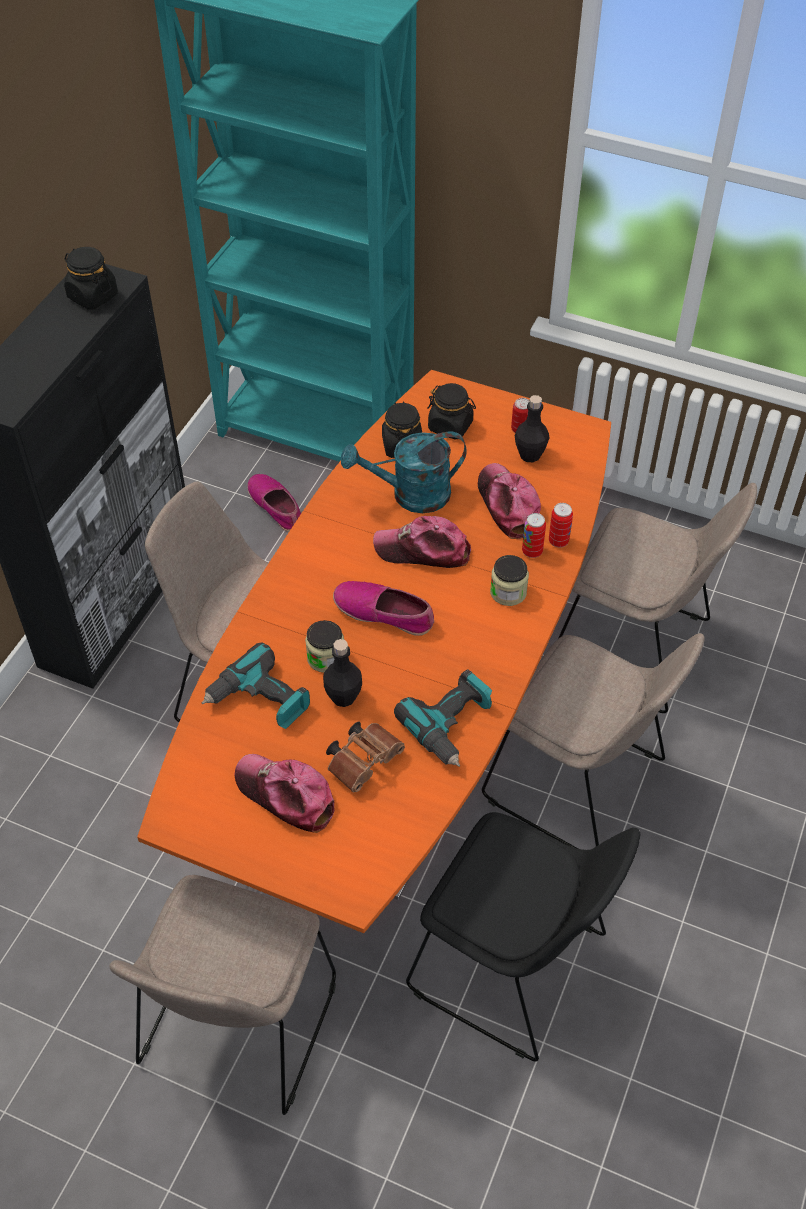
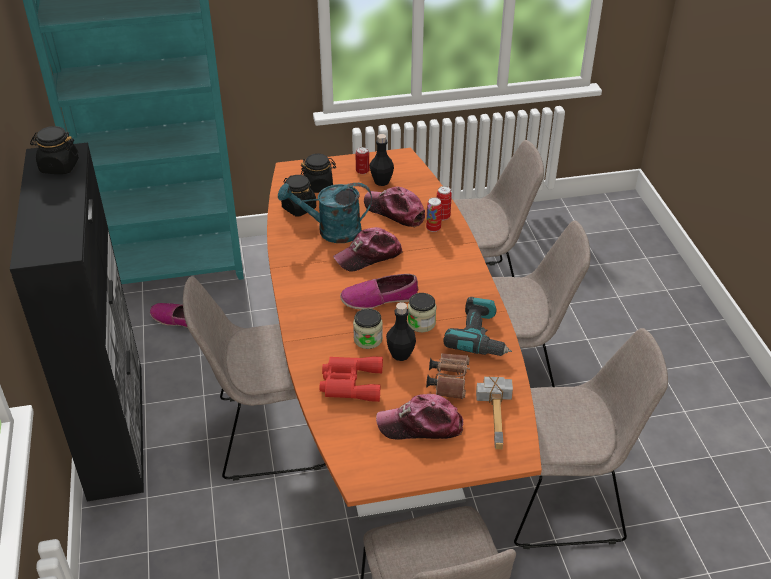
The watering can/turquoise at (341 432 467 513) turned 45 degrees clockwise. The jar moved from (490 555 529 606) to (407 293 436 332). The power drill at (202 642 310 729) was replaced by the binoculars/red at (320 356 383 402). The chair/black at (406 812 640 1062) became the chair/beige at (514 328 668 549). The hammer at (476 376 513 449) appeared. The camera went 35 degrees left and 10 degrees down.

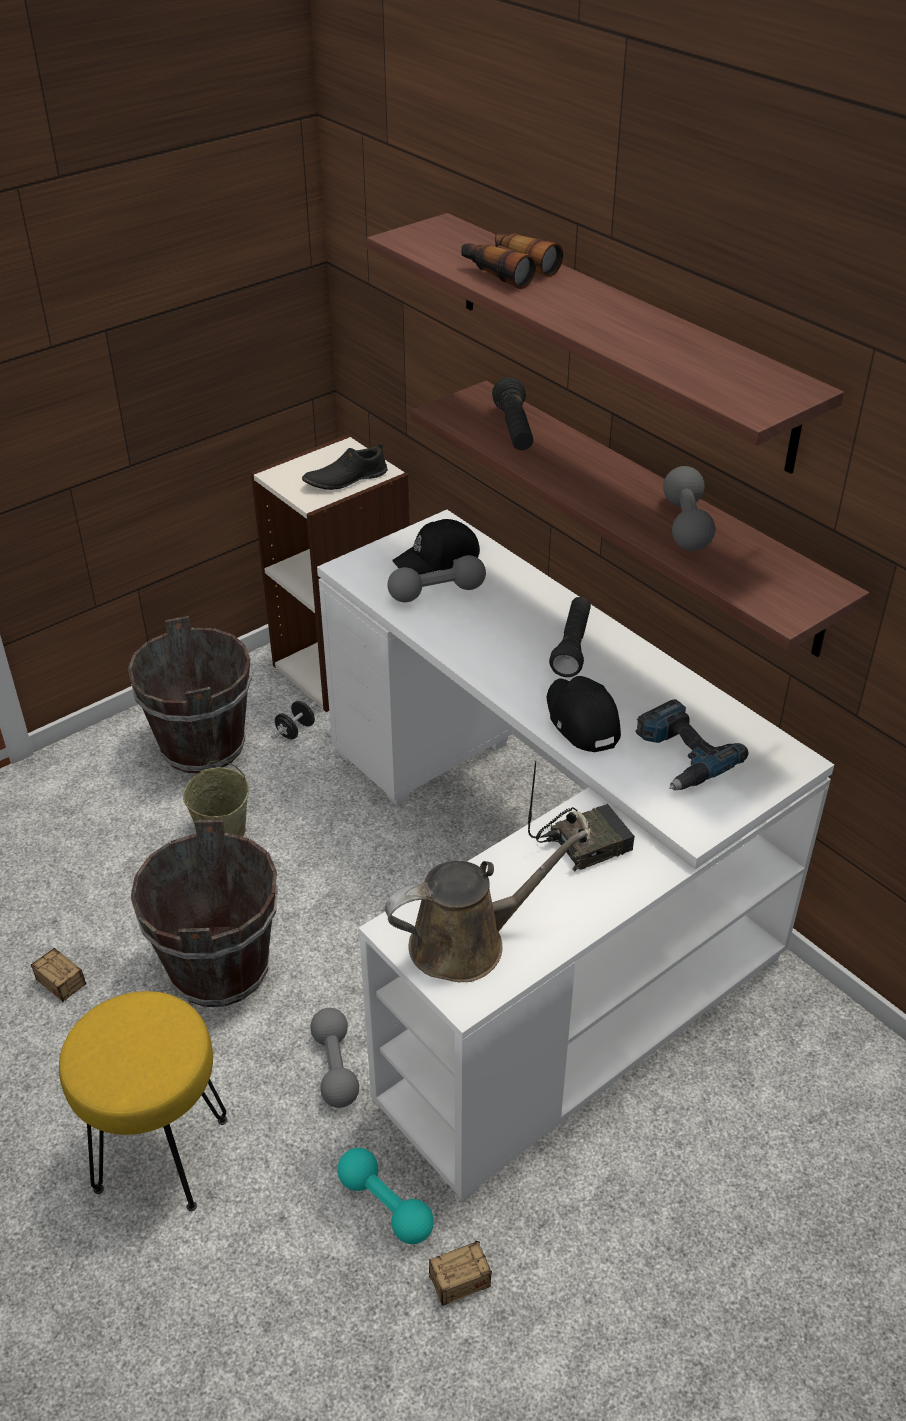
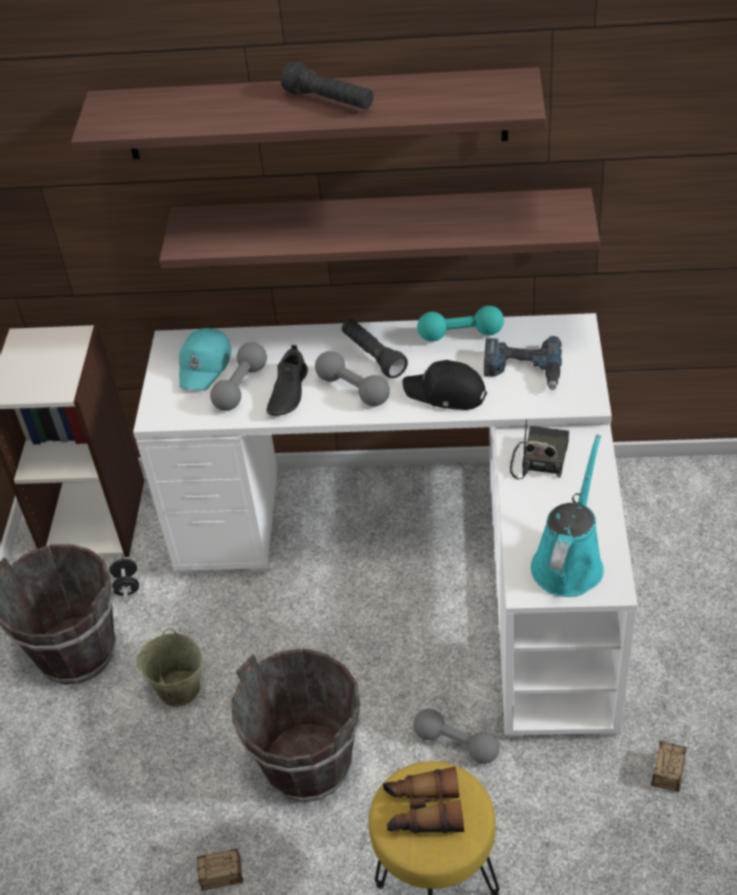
The binoculars moved from (461 232 563 289) to (383 766 464 833). The flashlight/black moved from (492 377 533 450) to (281 61 374 109). The shoe/black moved from (302 442 388 490) to (267 345 308 416). The dumbbell/grey moved from (663 466 715 551) to (315 351 390 406). The cap/black at (392 519 480 575) became the cap/turquoise at (179 328 232 391). The watering can/brown at (385 830 588 982) became the watering can/turquoise at (531 435 604 597). The dumbbell/turquoise moved from (337 1148 434 1244) to (417 306 504 342). The camera went 45 degrees left and 5 degrees up.

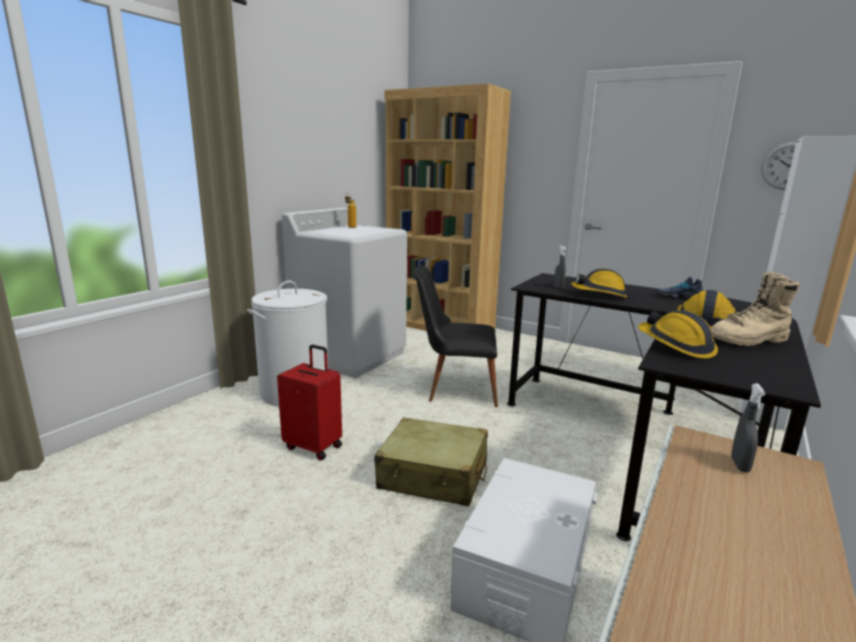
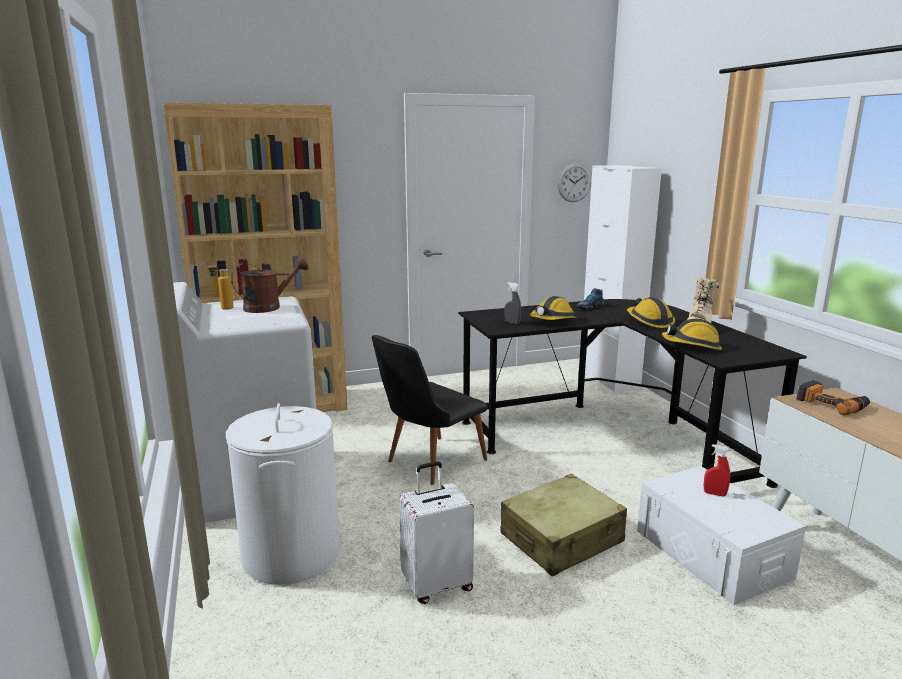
The suitcase/red at (277 344 342 461) became the suitcase/white at (399 461 474 604). The spray bottle/grey at (731 383 766 472) was replaced by the power drill at (796 380 870 415). The watering can/brown at (231 257 309 313) appeared. The spray bottle/red at (704 444 730 497) appeared. The camera went 50 degrees left and 0 degrees up.

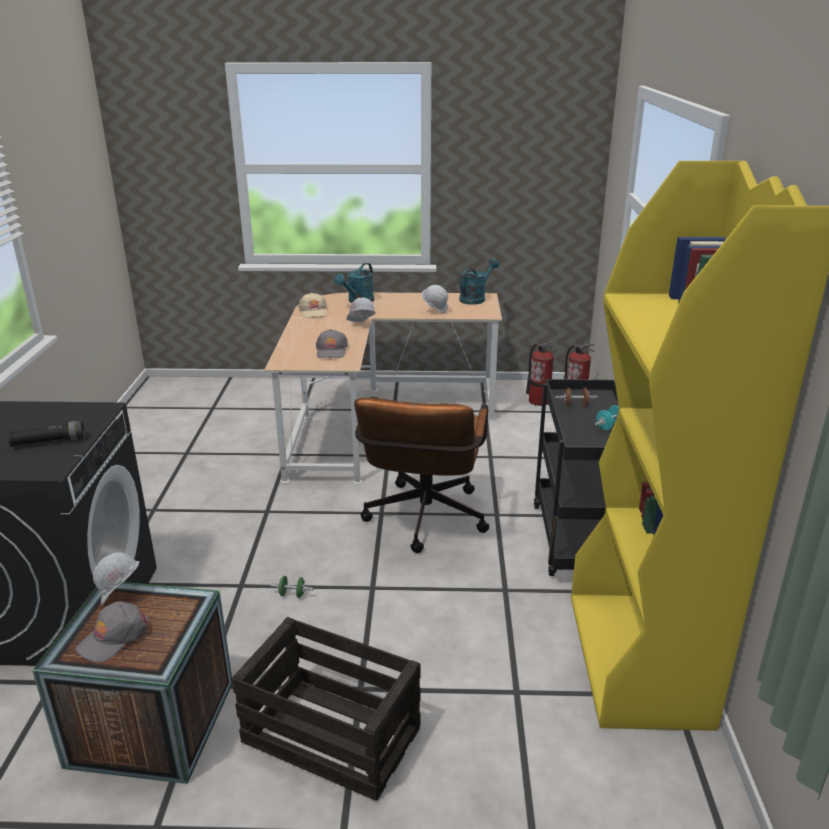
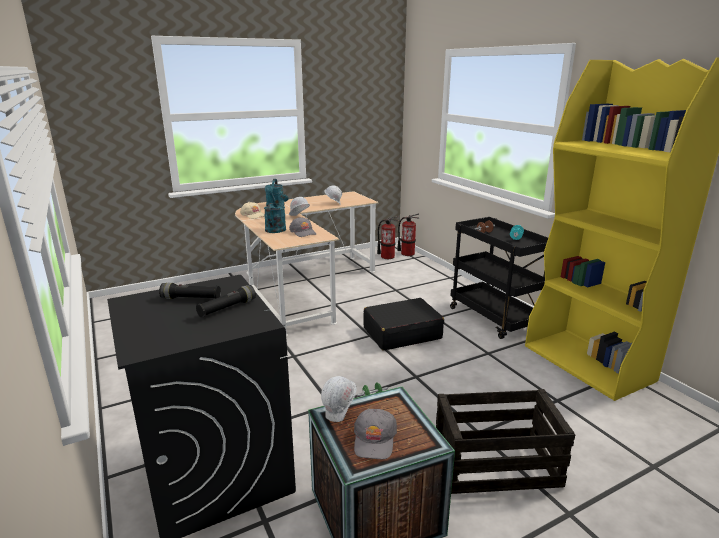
The watering can/turquoise moved from (459 259 499 305) to (264 194 289 233). The office chair/brown at (354 397 489 553) was replaced by the suitcase/black at (363 298 444 351). The flashlight/black at (159 283 221 299) appeared. The camera went 30 degrees left and 5 degrees down.

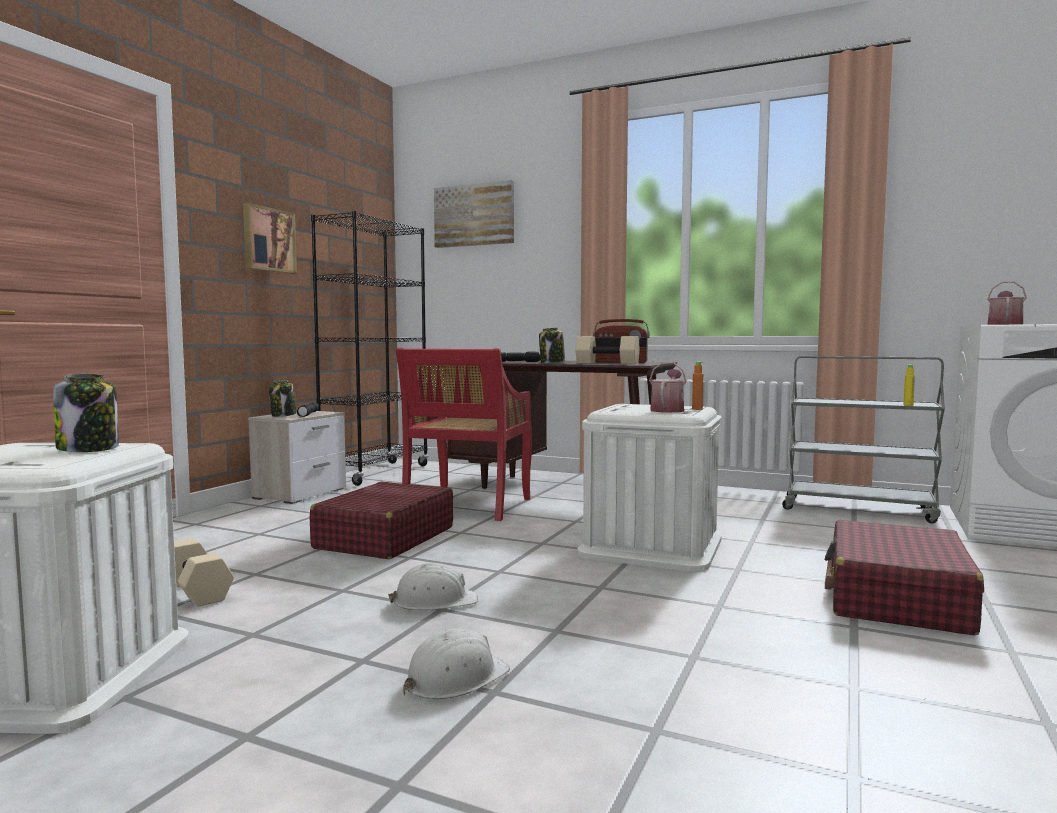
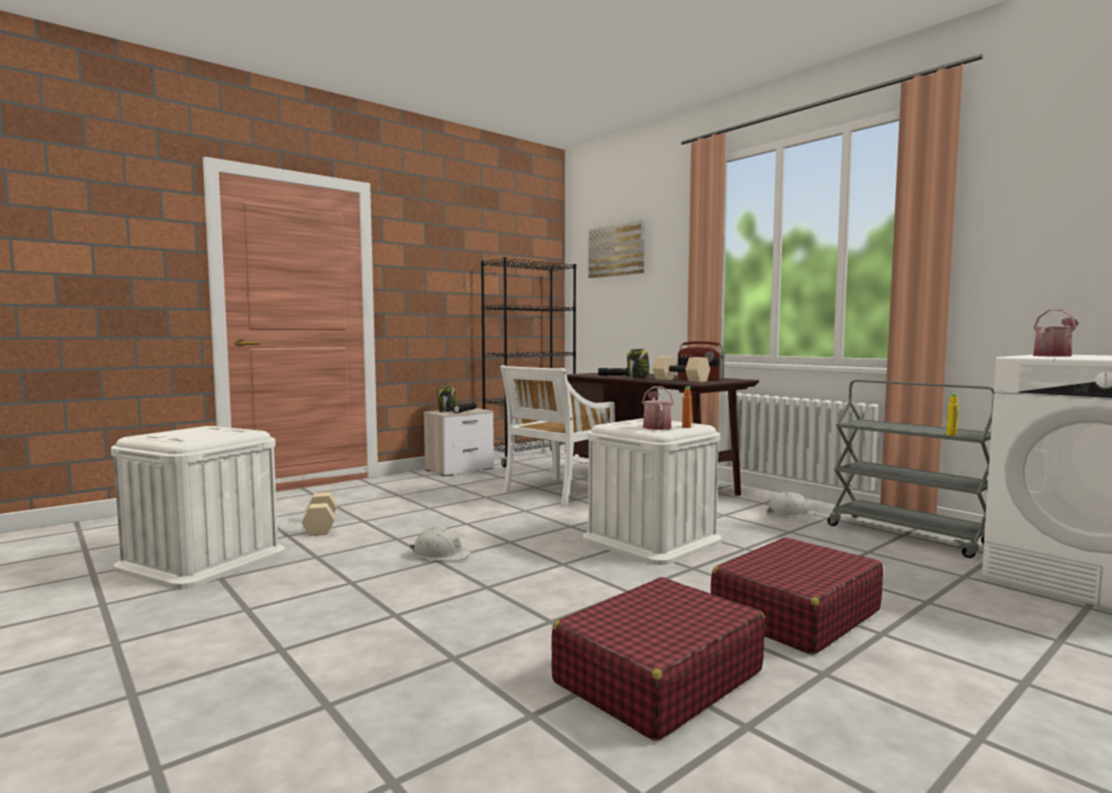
The picture at (243 203 297 274) disappeared. The chair/red at (395 348 532 521) became the chair/white at (500 365 615 506). The watering can at (649 362 687 413) turned 45 degrees counterclockwise. The jar at (53 374 119 452) disappeared. The suitcase/red moved from (310 481 453 559) to (551 577 765 741). The hard hat/white moved from (403 629 510 699) to (767 492 817 518). The camera went 25 degrees right and 0 degrees up.

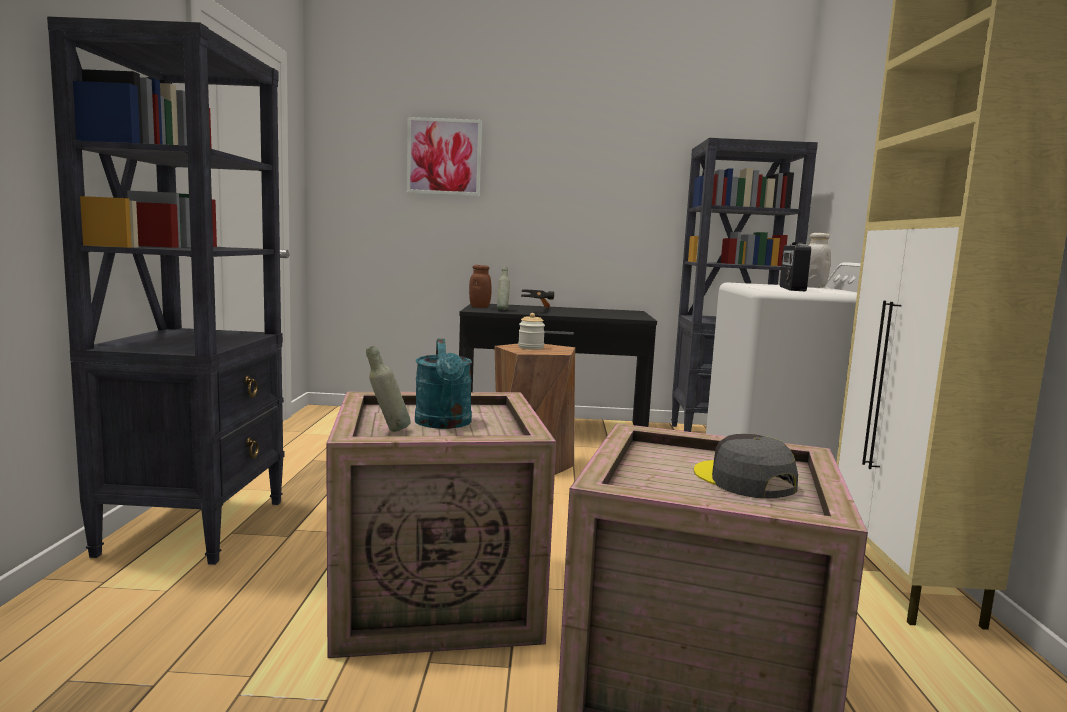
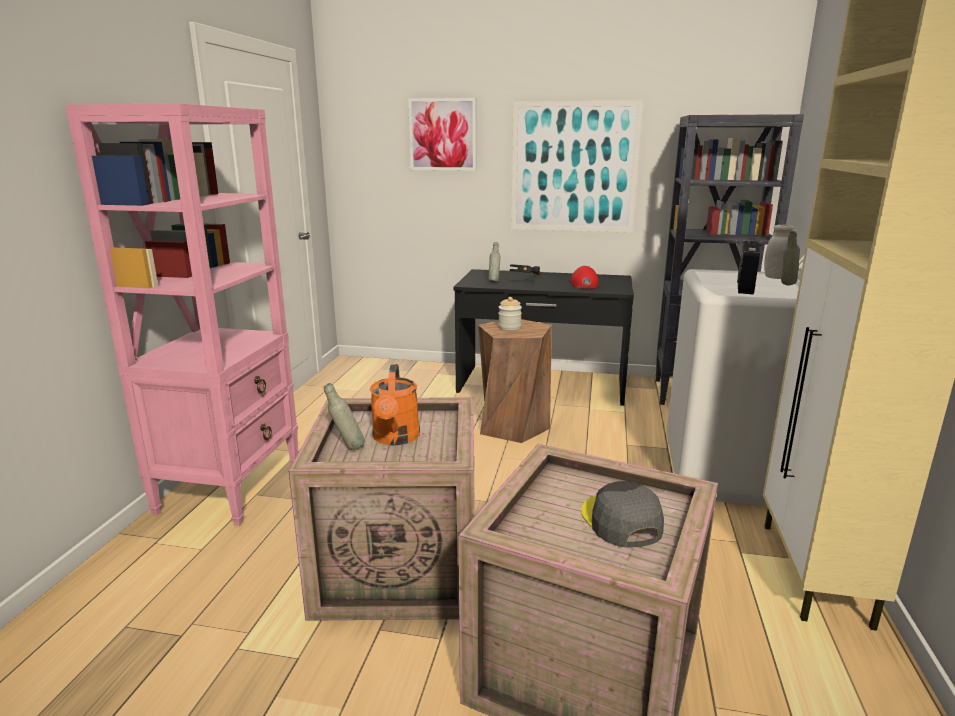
The bookcase/black at (47 16 284 565) became the bookcase/pink at (65 103 298 526). The jar/brown at (469 265 492 308) disappeared. The watering can/turquoise at (415 339 472 429) became the watering can/orange at (370 364 420 445). The picture at (511 100 643 233) appeared. The bottle/grey at (781 231 800 285) appeared. The cap/red at (571 266 599 289) appeared. The camera went 10 degrees right and 10 degrees up.

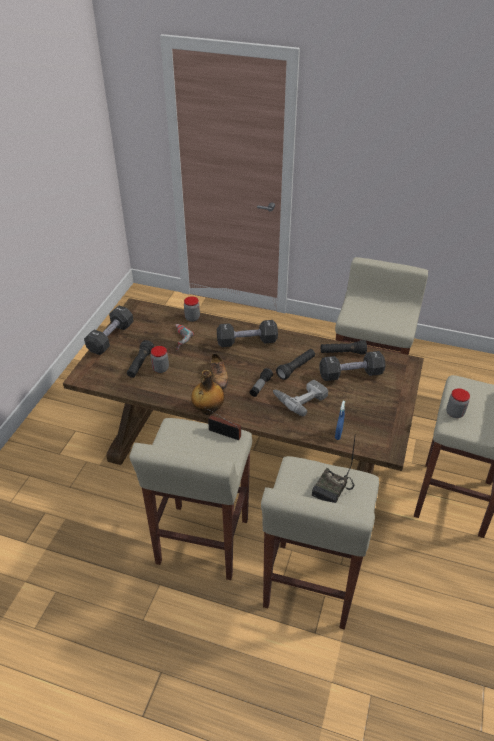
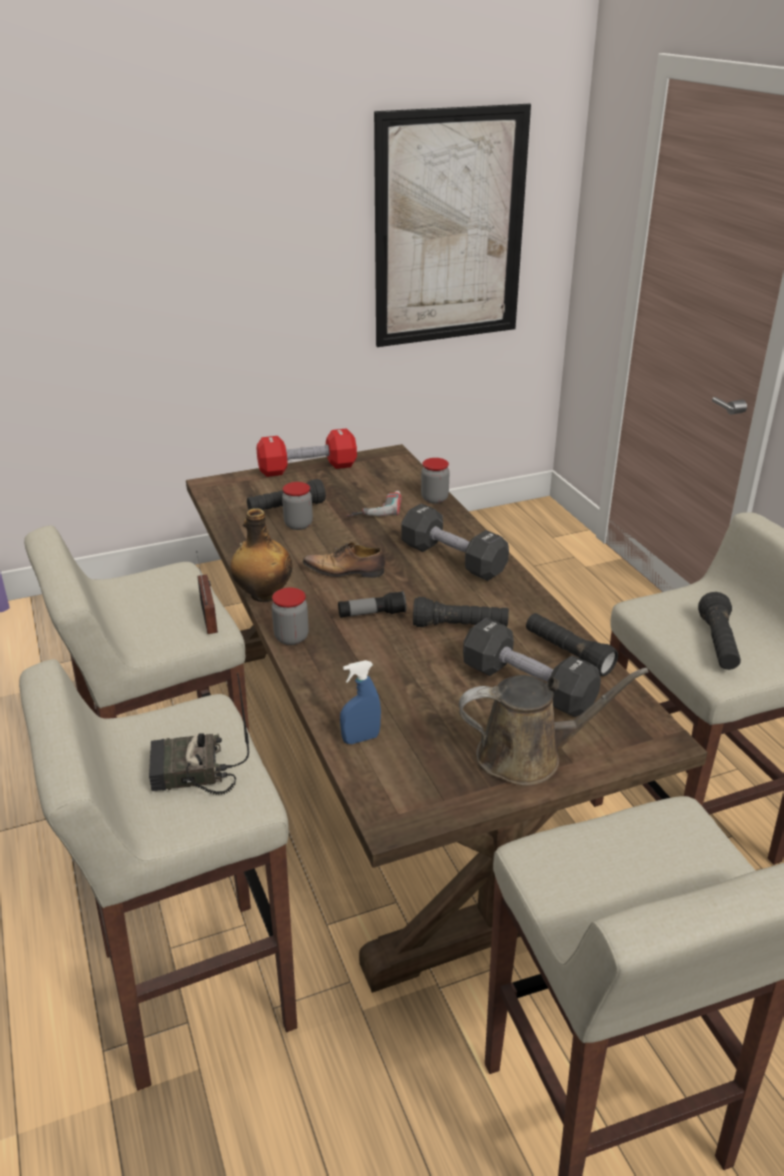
The dumbbell/black at (84 306 134 355) became the dumbbell/red at (256 428 357 477). The shoe at (210 353 228 389) turned 60 degrees clockwise. The power drill at (273 380 328 416) disappeared. The jar moved from (446 388 470 418) to (272 588 309 645). The picture at (374 104 531 347) appeared. The flashlight/black at (698 592 741 670) appeared. The watering can/brown at (459 668 649 786) appeared. The camera went 50 degrees right and 10 degrees down.

